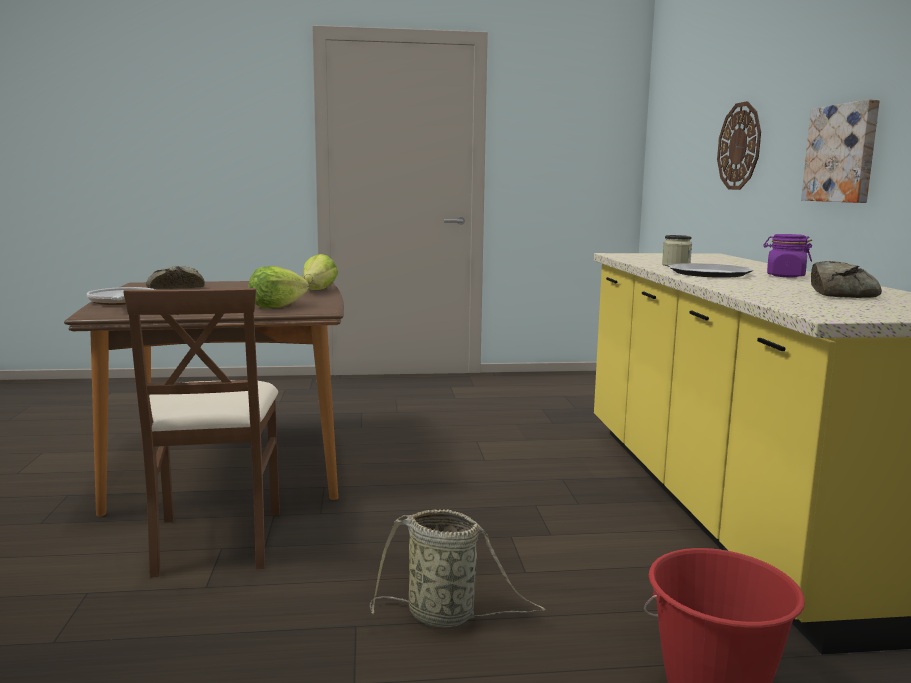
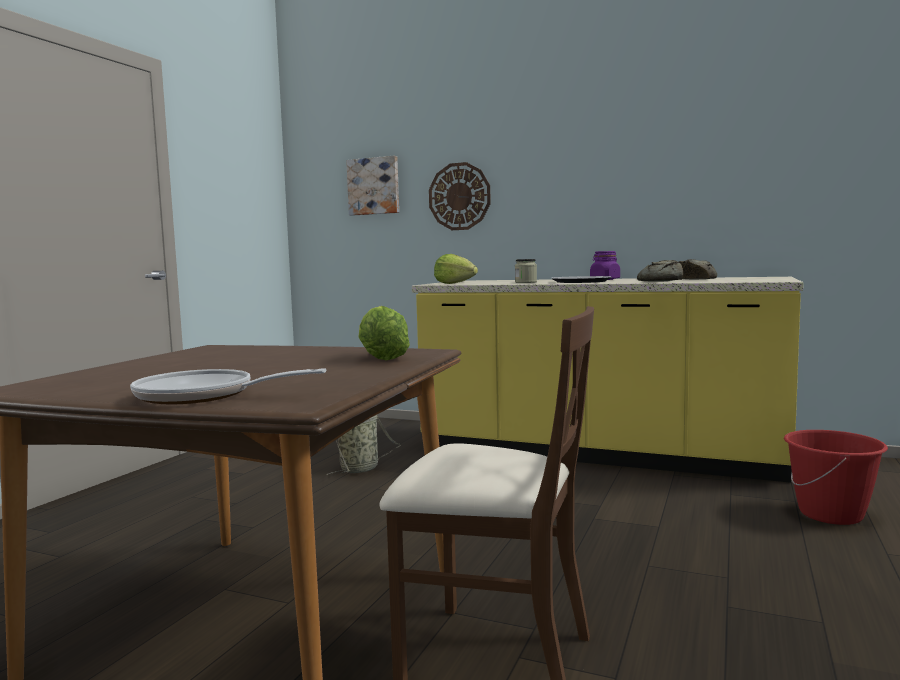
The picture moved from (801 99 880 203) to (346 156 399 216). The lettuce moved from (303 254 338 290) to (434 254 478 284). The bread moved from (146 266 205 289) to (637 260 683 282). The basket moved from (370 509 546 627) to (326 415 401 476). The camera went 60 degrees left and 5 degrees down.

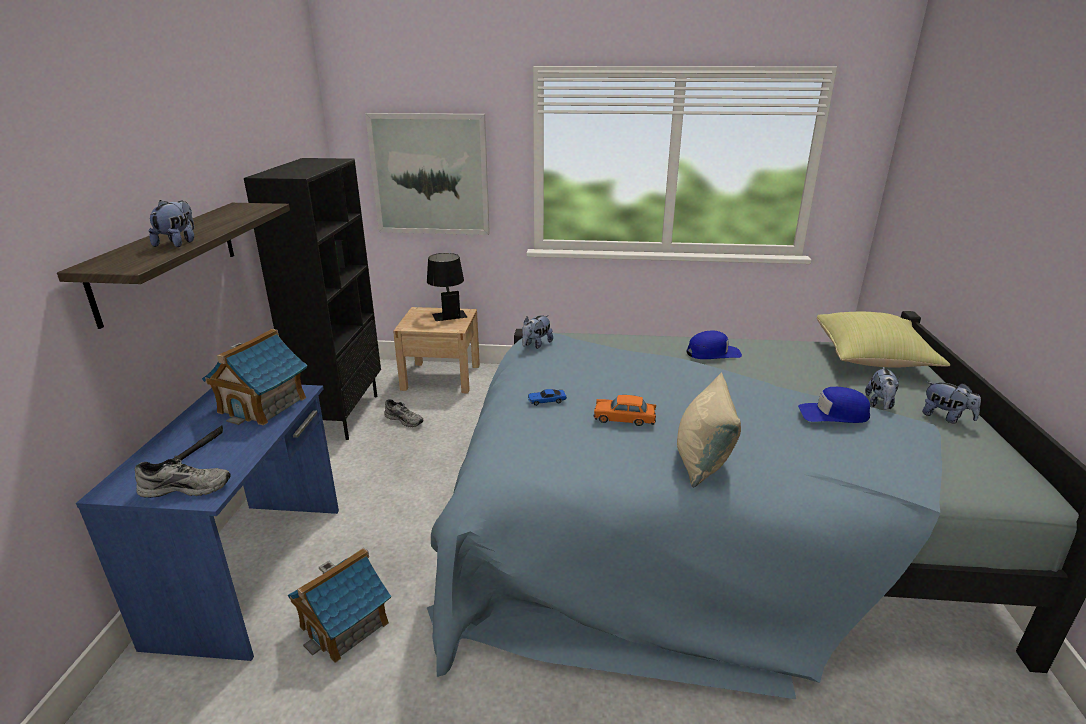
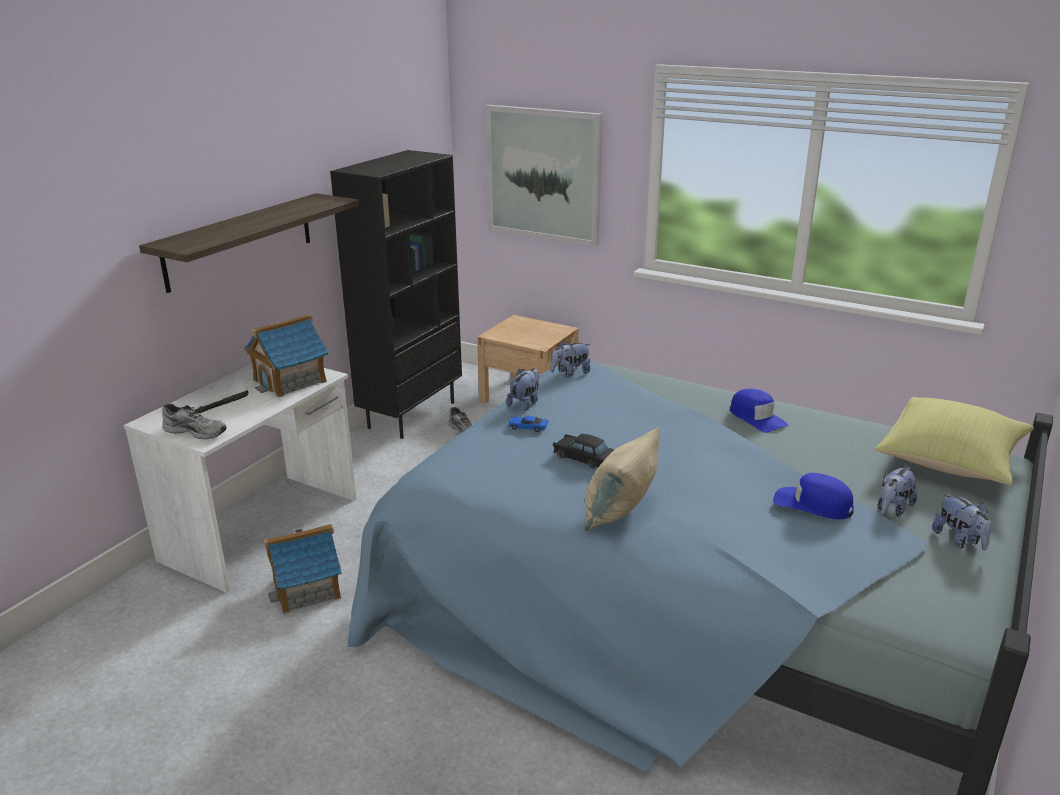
The plush toy moved from (149 200 194 247) to (506 368 540 411). The table lamp/black at (427 253 467 321) disappeared. The cap/blue at (686 330 742 359) turned 45 degrees clockwise. The desk/blue at (76 385 339 661) became the desk/white at (124 364 357 593). The toy car/orange at (594 395 656 426) became the toy car/black at (553 434 614 469). The camera went 25 degrees right and 0 degrees up.

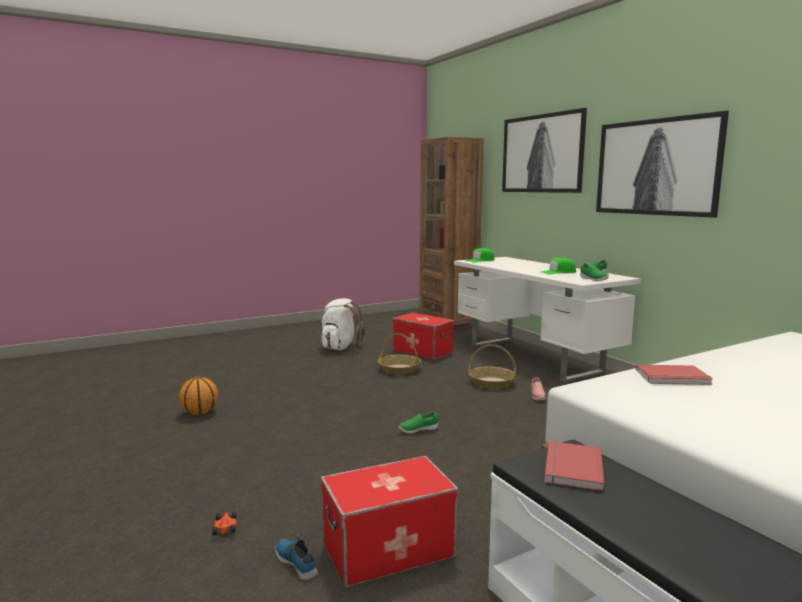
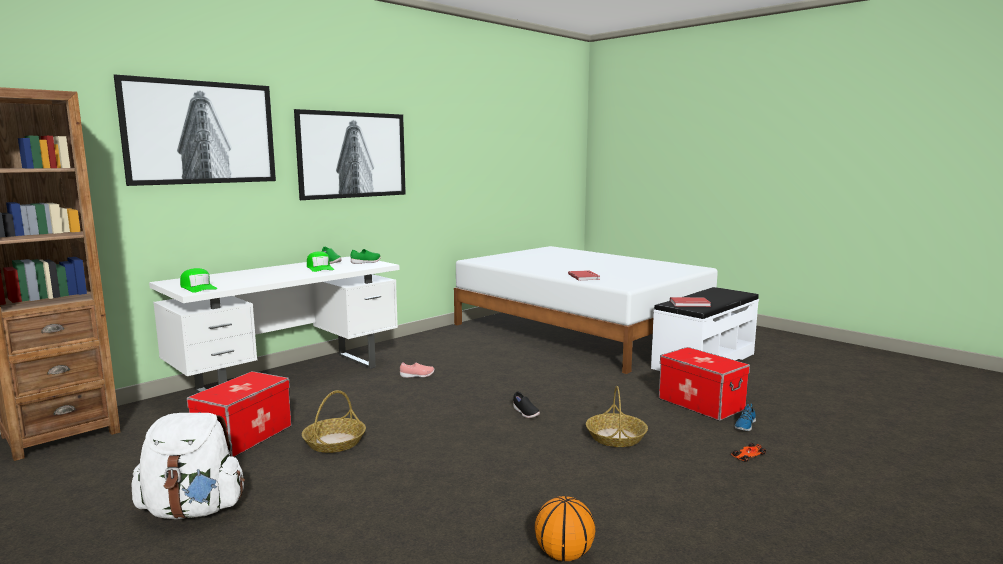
The basket moved from (469 344 516 389) to (586 386 648 447). The shoe/green at (399 412 438 434) became the shoe/black at (513 391 540 418). The camera went 105 degrees left and 0 degrees up.

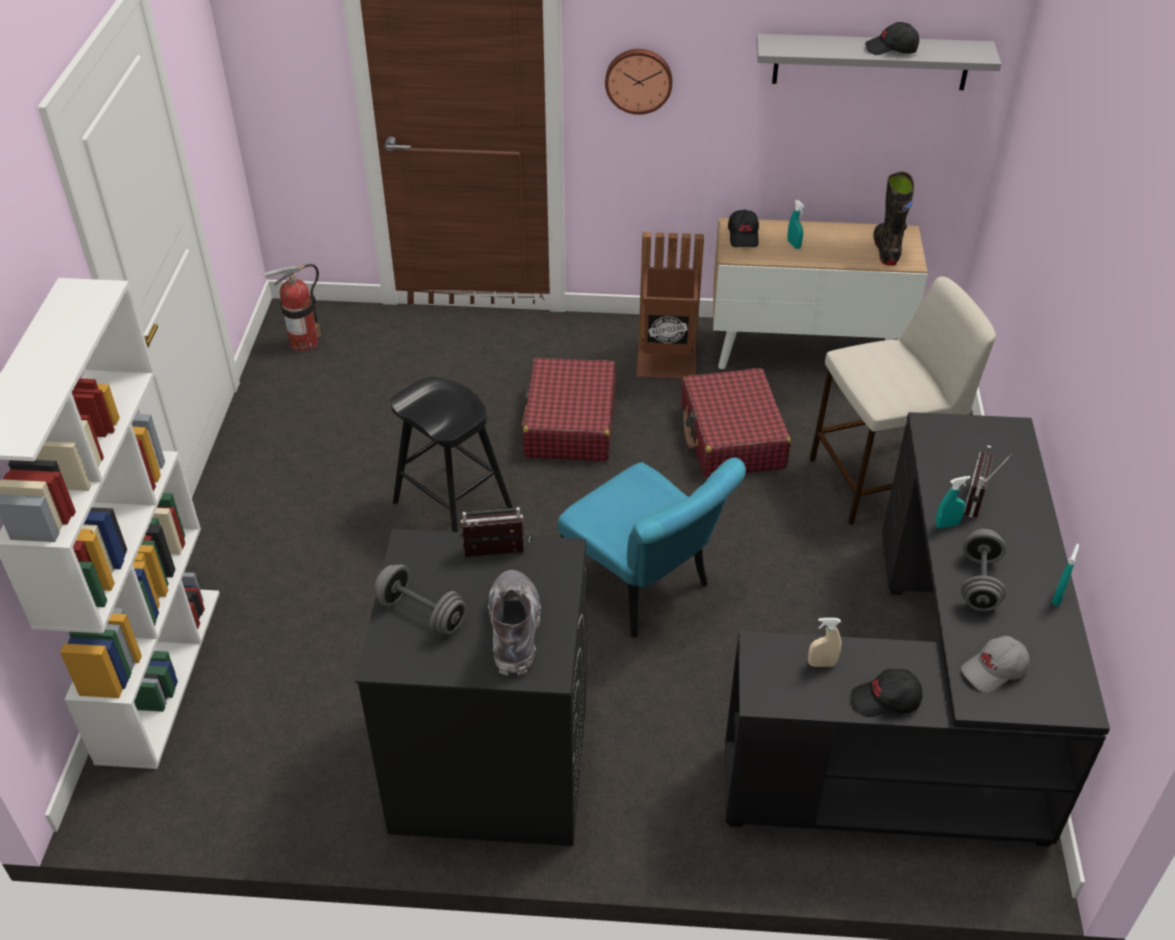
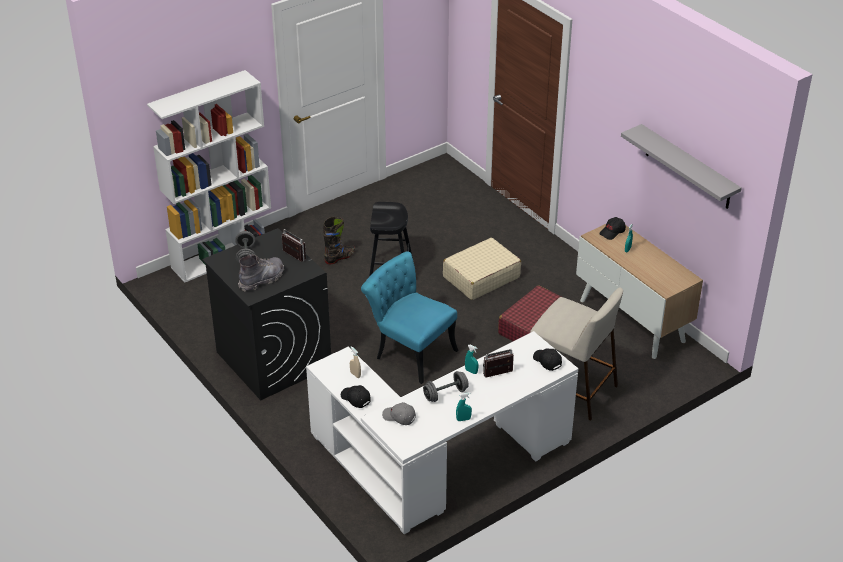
The cap/black moved from (865 22 919 55) to (533 348 562 371). The wall clock at (605 49 673 115) disappeared. The boot/black moved from (873 172 914 266) to (323 217 355 264). The trash can/brown at (637 232 704 378) disappeared. The fire extinguisher at (262 264 321 352) disappeared. The suitcase/red at (522 358 616 461) became the suitcase/beige at (443 238 521 300). The desk/black at (725 412 1110 847) became the desk/white at (306 331 578 534). The chair/turquoise at (558 458 746 637) turned 120 degrees clockwise. The camera went 50 degrees right and 5 degrees down.

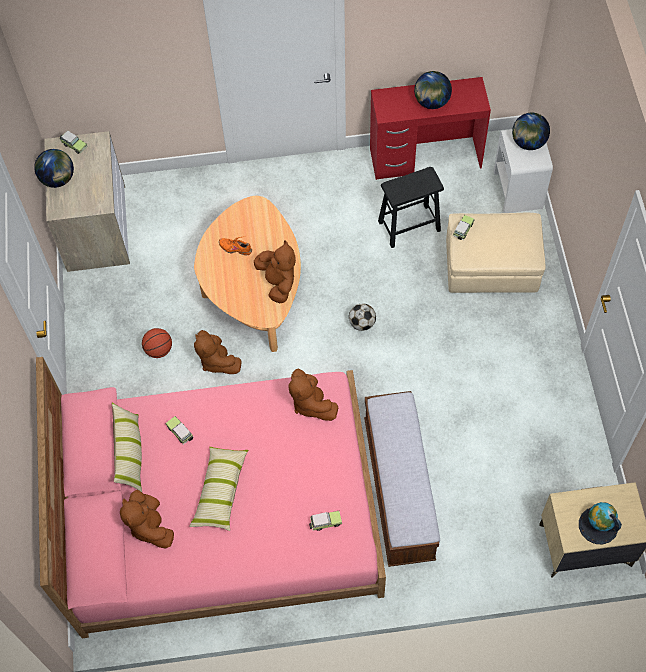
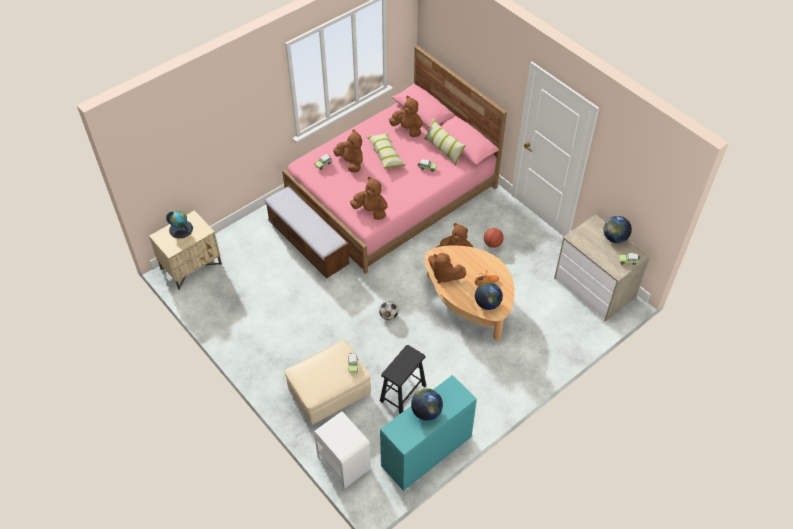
The desk/red at (370 77 491 180) became the desk/turquoise at (380 375 477 491). The globe moved from (512 112 550 150) to (475 282 503 310). The plush toy/brown at (333 129 363 172) appeared. The camera went 145 degrees right and 10 degrees down.

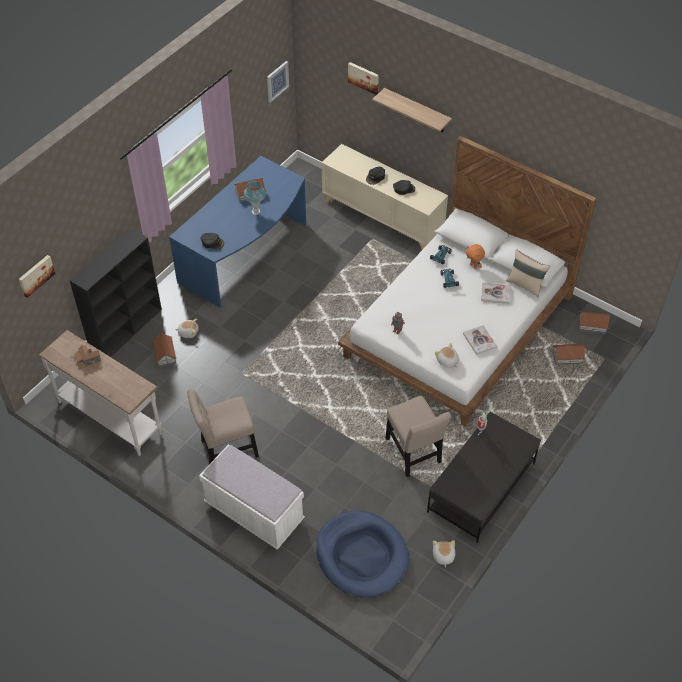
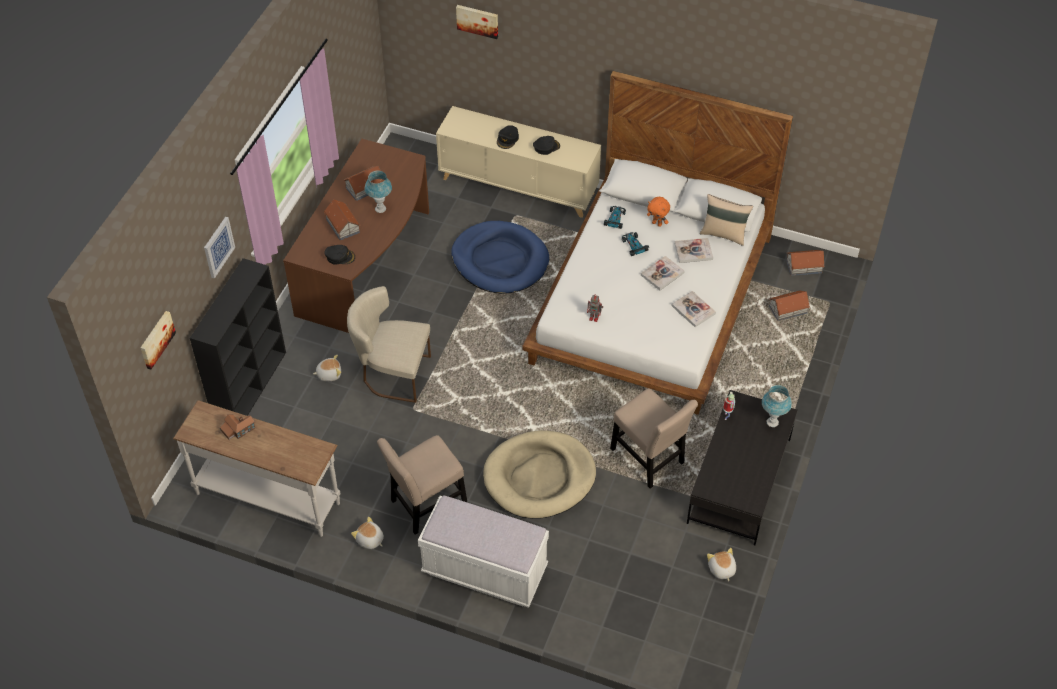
The picture moved from (267 61 289 103) to (204 217 235 279). The shelf at (372 88 452 132) disappeared. The desk/blue at (169 156 306 308) became the desk/brown at (283 139 429 333). The toy house moved from (152 333 176 367) to (324 199 360 240). The plush toy moved from (435 343 459 368) to (351 517 384 549). The dog bed/blue moved from (316 511 409 598) to (451 221 549 294). The book at (641 256 684 290) appeared. The chair/beige at (347 286 431 403) appeared. The table lamp/blue at (762 385 792 427) appeared. The dog bed/beige at (483 430 596 519) appeared. The camera went 15 degrees left and 0 degrees up.

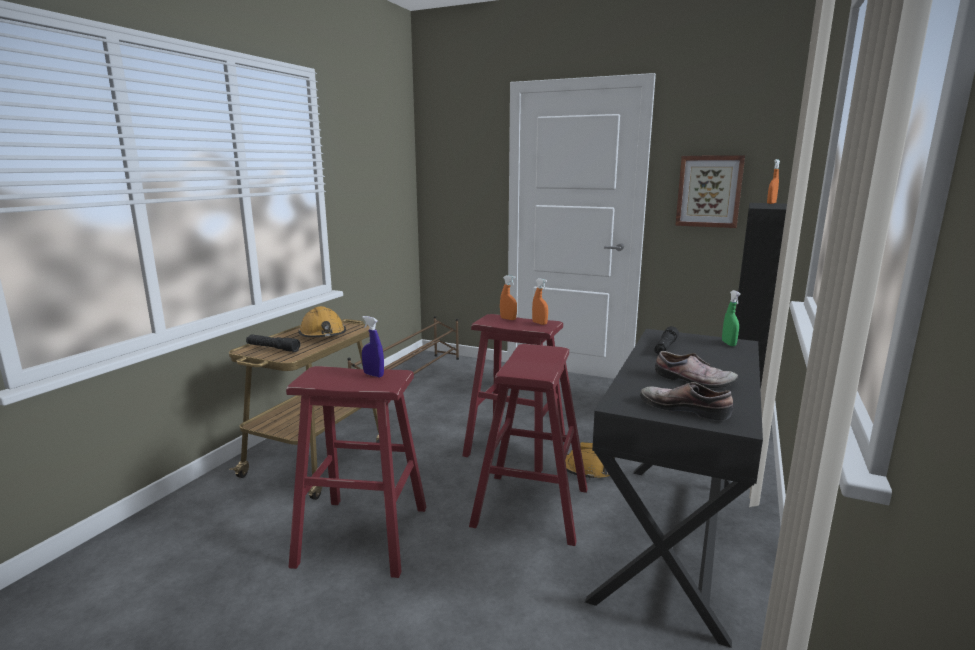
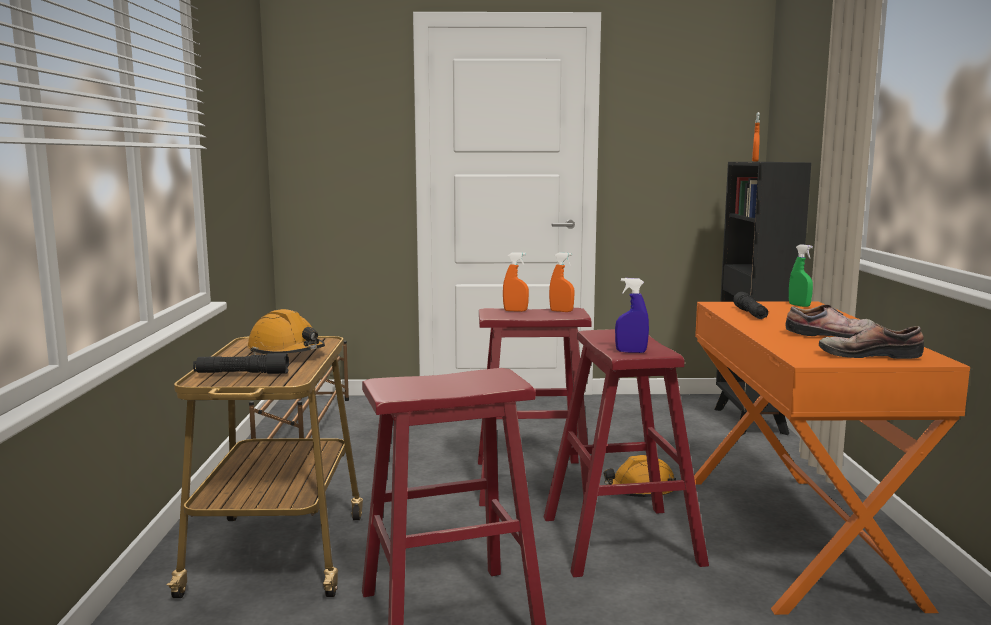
The picture at (675 155 745 228) disappeared. The spray bottle/blue moved from (362 316 384 377) to (615 278 649 353). The desk/black at (585 329 763 648) became the desk/orange at (694 301 970 615). The camera went 25 degrees left and 5 degrees down.

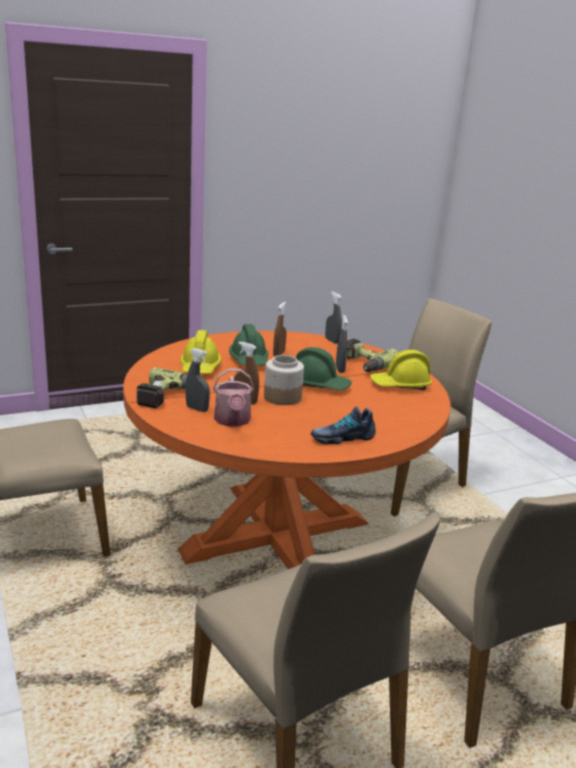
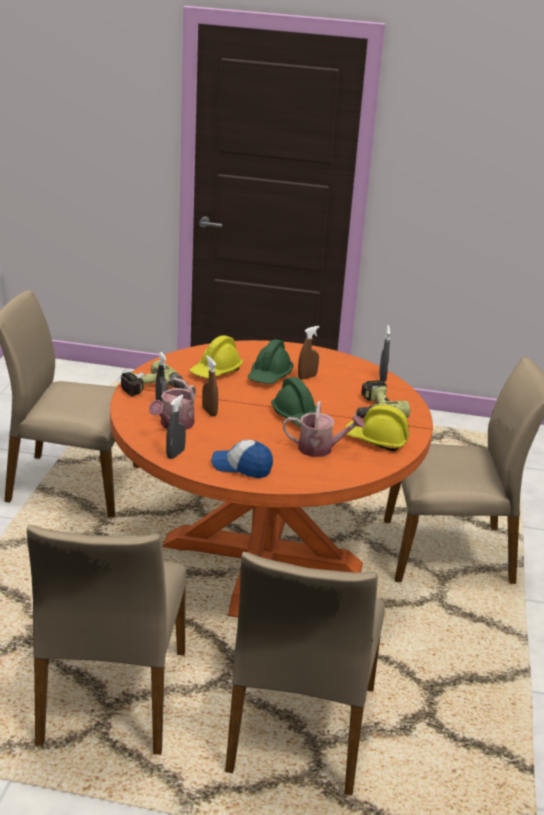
The spray bottle/grey moved from (336 315 348 373) to (166 395 186 459). The jar at (264 355 304 405) disappeared. The shoe at (311 407 376 444) was replaced by the cap at (211 440 273 478). The watering can at (283 401 365 457) appeared. The camera went 35 degrees right and 5 degrees up.

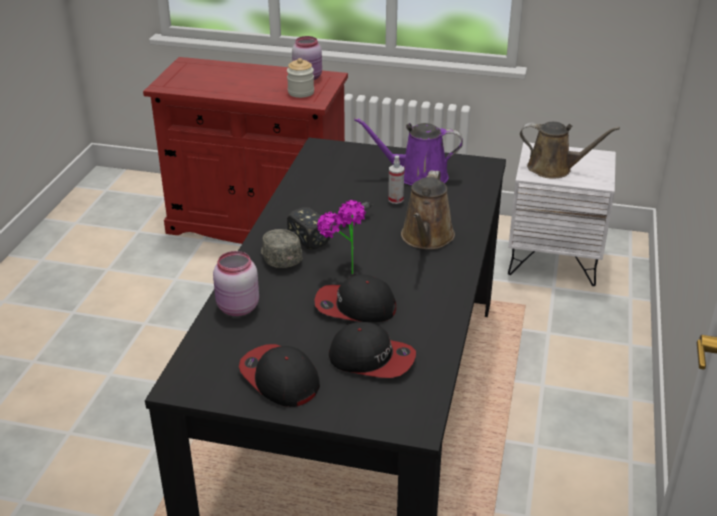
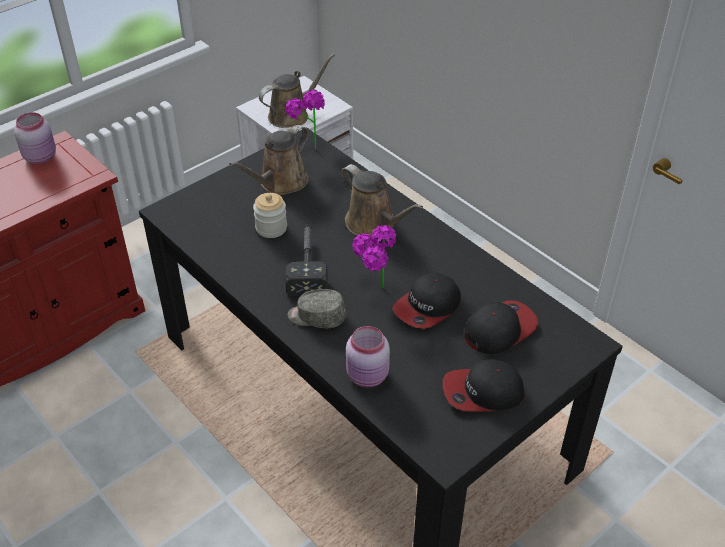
The jar moved from (287 58 314 98) to (253 193 287 238). The watering can/purple at (354 118 463 185) became the watering can/brown at (229 125 308 195). The spray bottle at (388 155 404 204) disappeared. The potted plant at (286 89 325 149) appeared. The camera went 55 degrees left and 10 degrees up.

